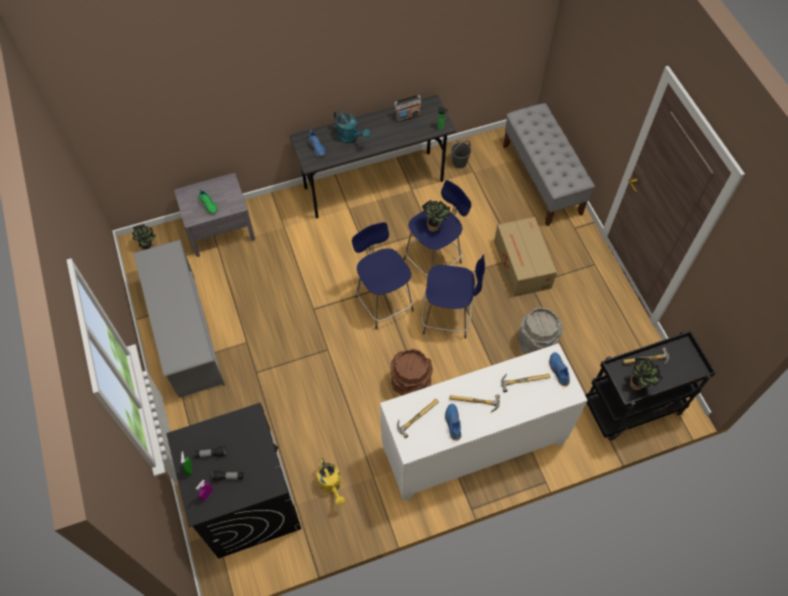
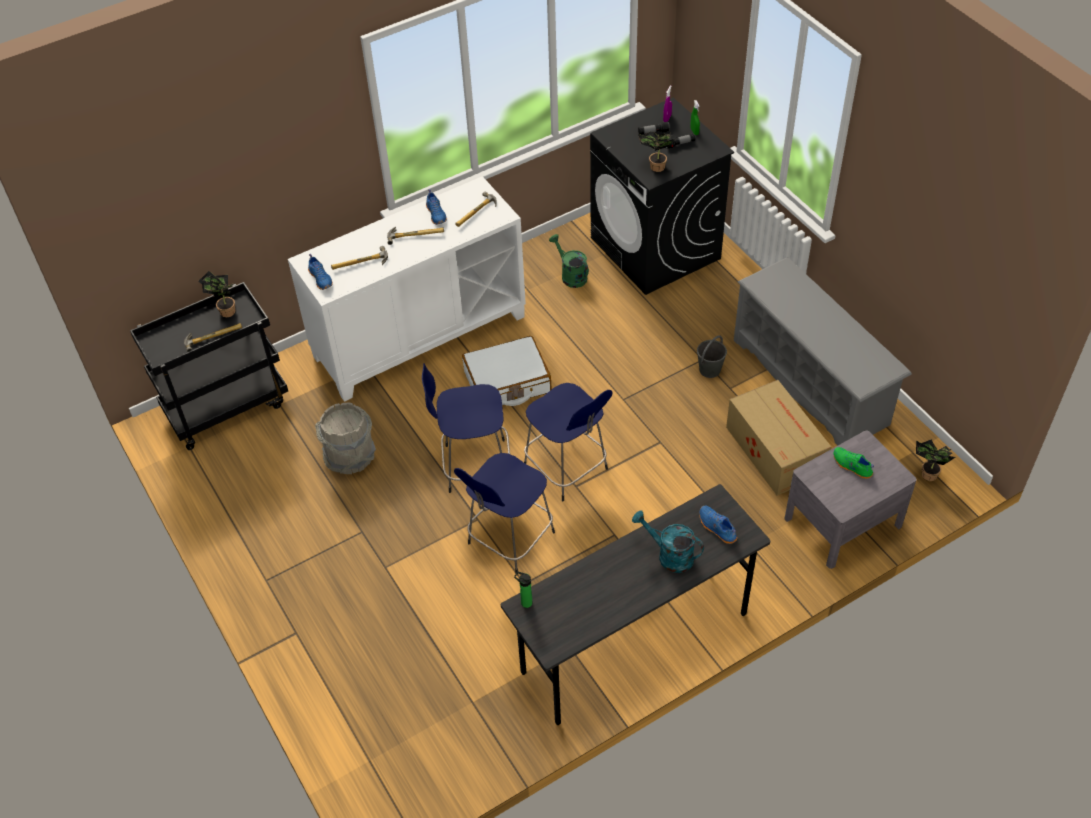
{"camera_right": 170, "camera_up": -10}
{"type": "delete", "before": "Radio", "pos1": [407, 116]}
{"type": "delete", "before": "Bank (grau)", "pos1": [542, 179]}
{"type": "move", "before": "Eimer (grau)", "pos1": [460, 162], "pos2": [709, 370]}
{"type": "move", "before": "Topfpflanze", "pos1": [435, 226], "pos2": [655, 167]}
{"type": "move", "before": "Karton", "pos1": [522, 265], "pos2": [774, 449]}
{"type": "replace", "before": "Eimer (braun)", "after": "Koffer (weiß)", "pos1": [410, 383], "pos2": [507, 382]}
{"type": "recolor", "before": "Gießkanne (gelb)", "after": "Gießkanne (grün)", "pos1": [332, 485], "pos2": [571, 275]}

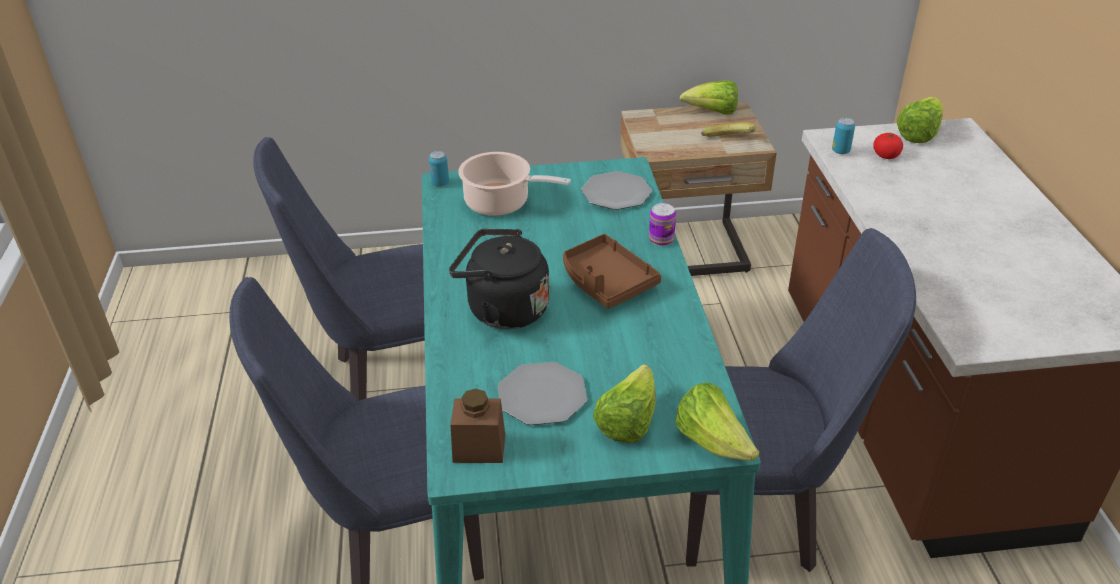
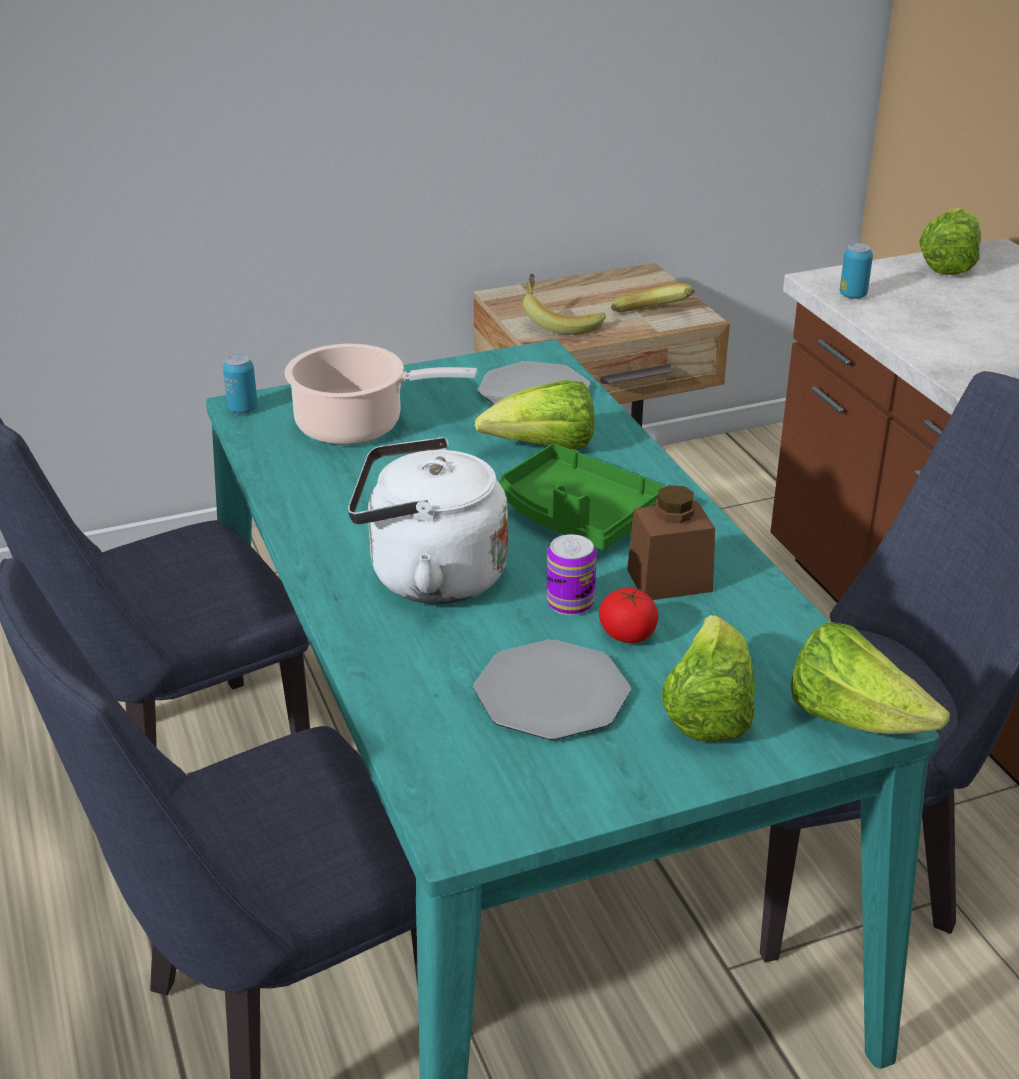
{"camera_right": -15, "camera_up": -5}
{"type": "move", "before": "Salatkopf", "pos1": [712, 112], "pos2": [544, 448]}
{"type": "move", "before": "Tomate", "pos1": [886, 155], "pos2": [628, 634]}
{"type": "move", "before": "Dose", "pos1": [661, 239], "pos2": [570, 603]}
{"type": "recolor", "before": "Wasserkessel (schwarz)", "after": "Wasserkessel (weiß)", "pos1": [503, 310], "pos2": [429, 577]}
{"type": "recolor", "before": "Tablett (braun)", "after": "Tablett (grün)", "pos1": [606, 282], "pos2": [577, 516]}
{"type": "move", "before": "Vorratsglas (braun)", "pos1": [479, 448], "pos2": [669, 580]}
{"type": "insert", "after": "Banane", "pos2": [560, 322]}

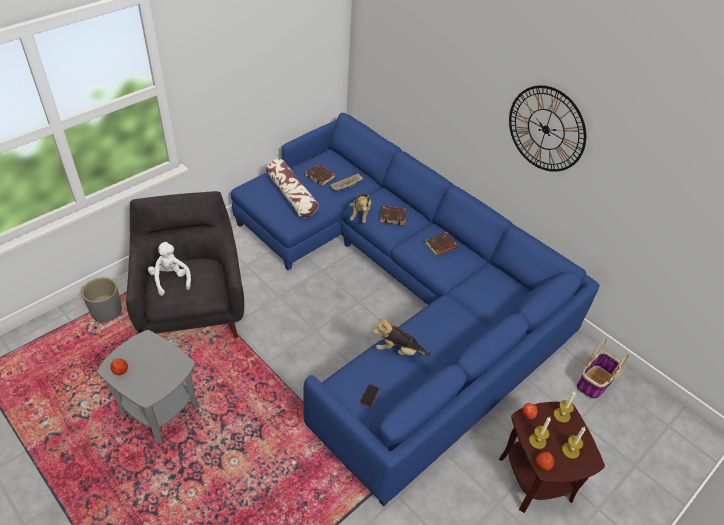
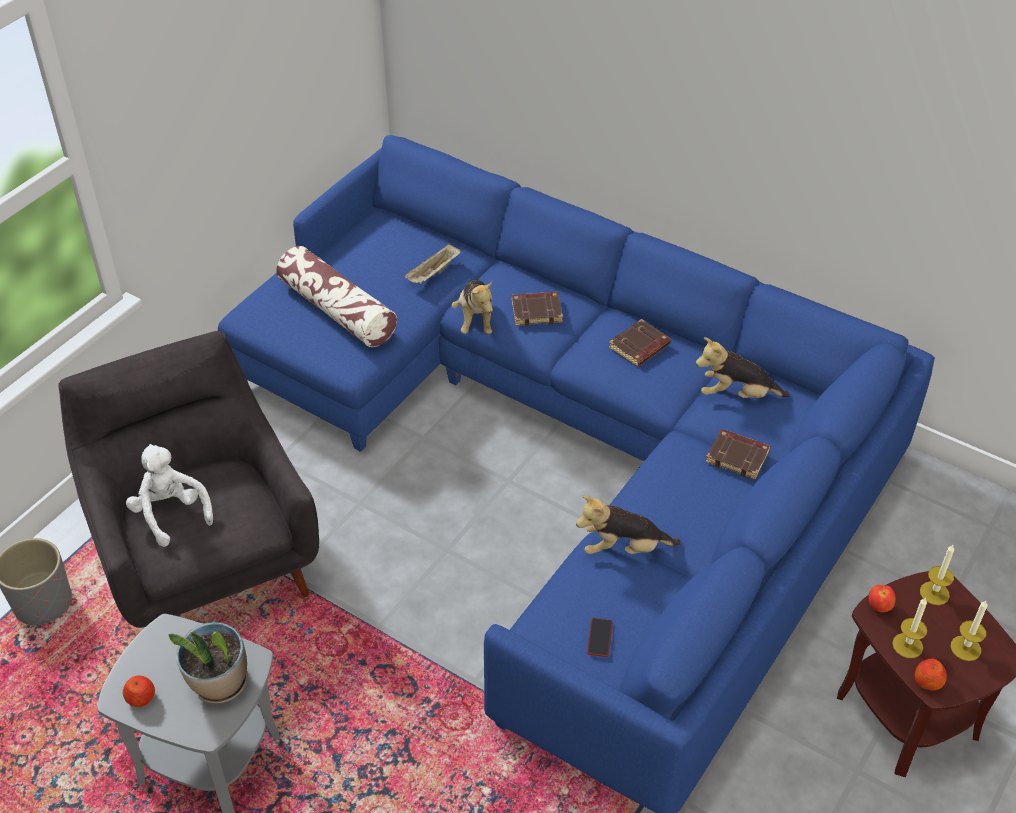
{"camera_right": -10, "camera_up": 0}
{"type": "delete", "before": "Wanduhr", "pos1": [546, 129]}
{"type": "move", "before": "Buch (braun)", "pos1": [320, 176], "pos2": [738, 457]}
{"type": "delete", "before": "Korb", "pos1": [594, 383]}
{"type": "insert", "after": "Plüschtier", "pos2": [736, 395]}
{"type": "insert", "after": "Topfpflanze", "pos2": [219, 684]}

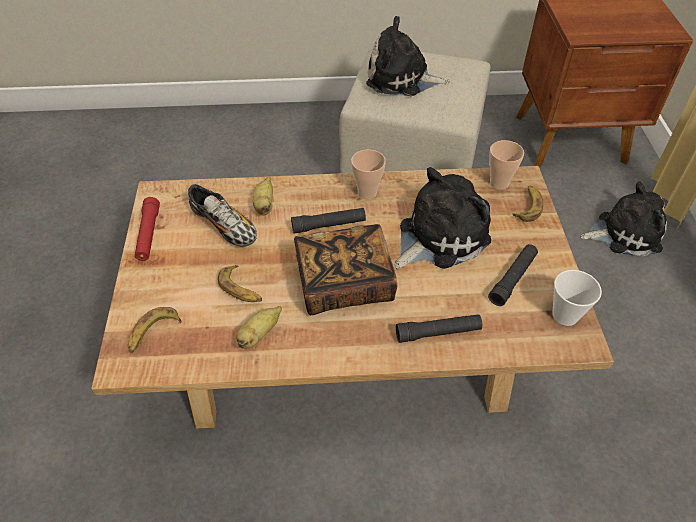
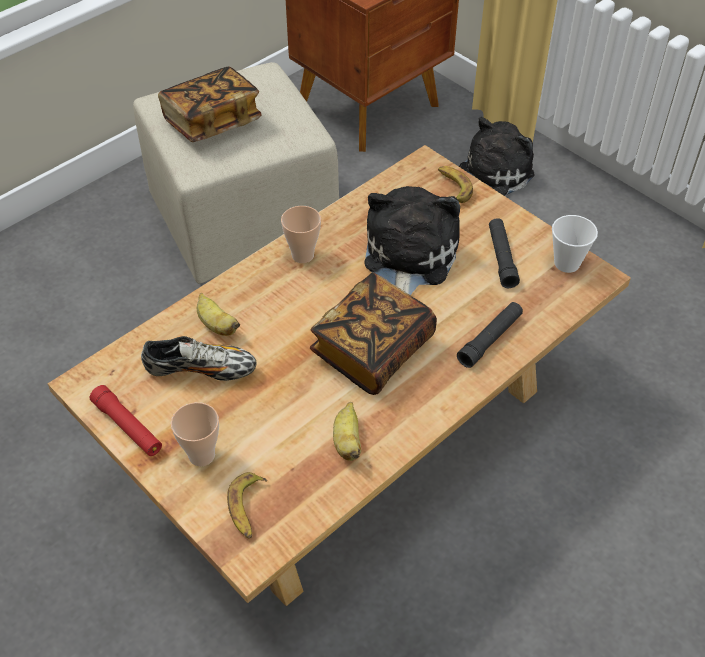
{"camera_right": -40, "camera_up": 0}
{"type": "replace", "before": "Plüschtier", "after": "Buch", "pos1": [401, 79], "pos2": [212, 121]}
{"type": "move", "before": "Tasse", "pos1": [499, 183], "pos2": [201, 455]}
{"type": "delete", "before": "Taschenlampe (schwarz)", "pos1": [329, 225]}
{"type": "delete", "before": "Banane", "pos1": [241, 289]}

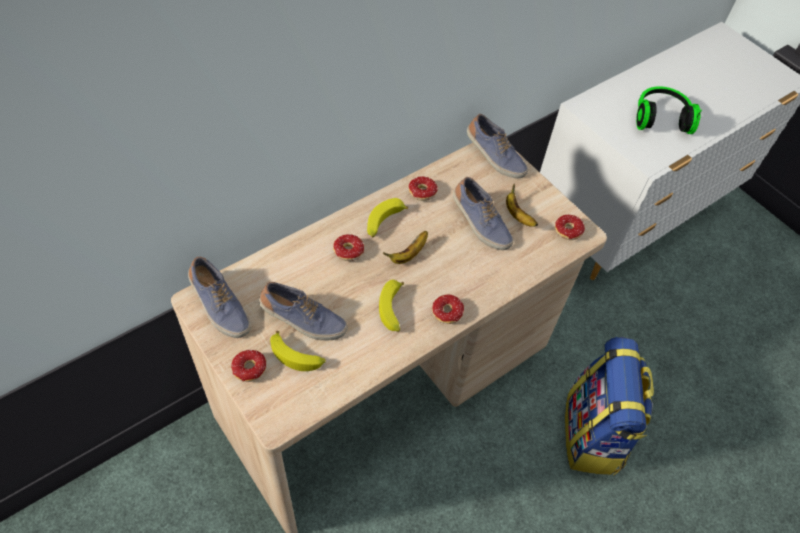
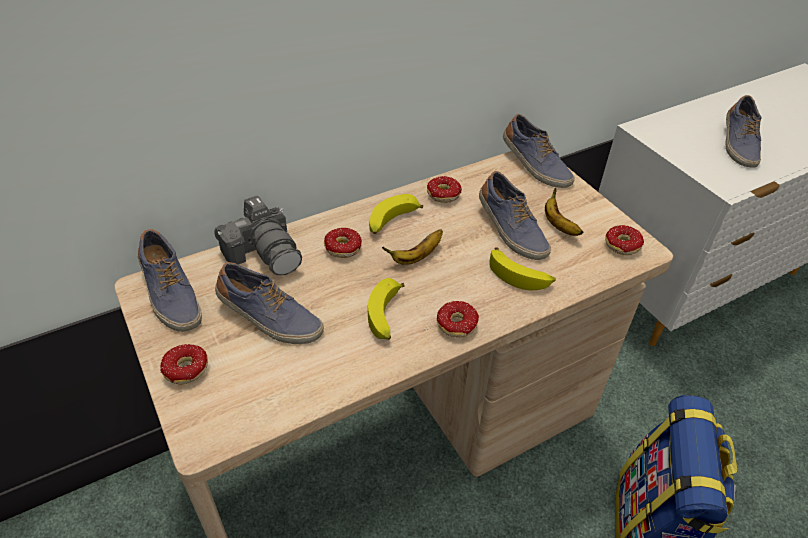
{"camera_right": 10, "camera_up": -10}
{"type": "replace", "before": "Kopfhörer", "after": "Schuh", "pos1": [660, 118], "pos2": [738, 144]}
{"type": "move", "before": "Banane", "pos1": [297, 356], "pos2": [519, 276]}
{"type": "insert", "after": "Kamera", "pos2": [265, 252]}

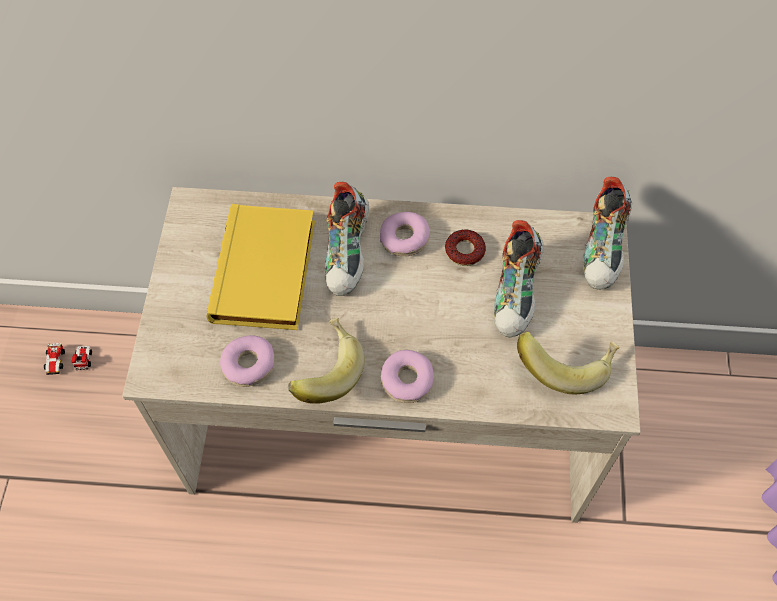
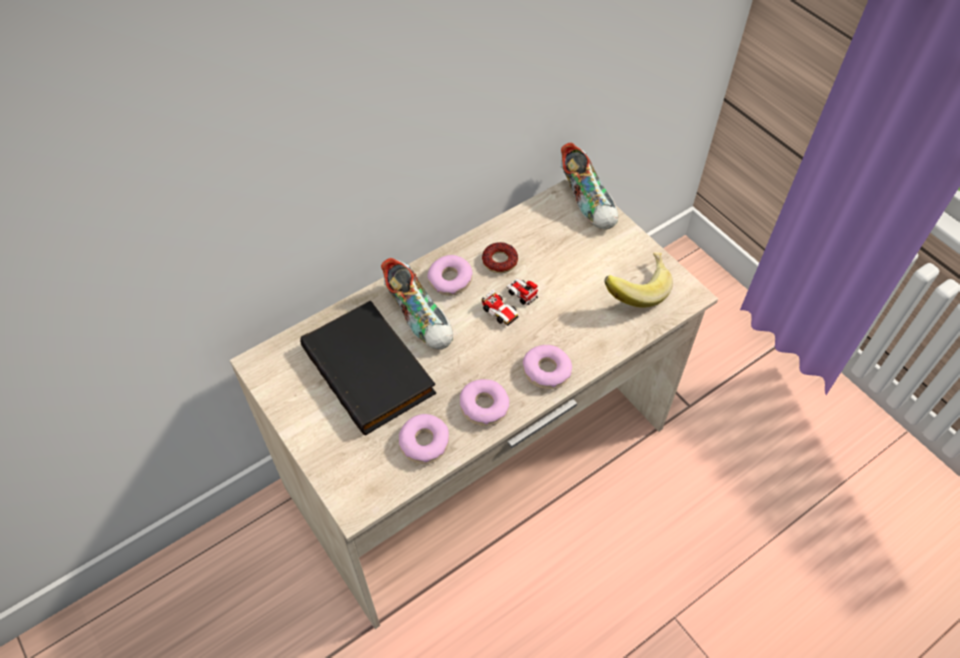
{"camera_right": -40, "camera_up": -5}
{"type": "recolor", "before": "Buch (gelb)", "after": "Buch (schwarz)", "pos1": [267, 272], "pos2": [371, 370]}
{"type": "delete", "before": "Schuh", "pos1": [517, 293]}
{"type": "replace", "before": "Banane", "after": "Donut", "pos1": [325, 371], "pos2": [484, 406]}
{"type": "move", "before": "Spielzeugauto", "pos1": [69, 361], "pos2": [511, 305]}

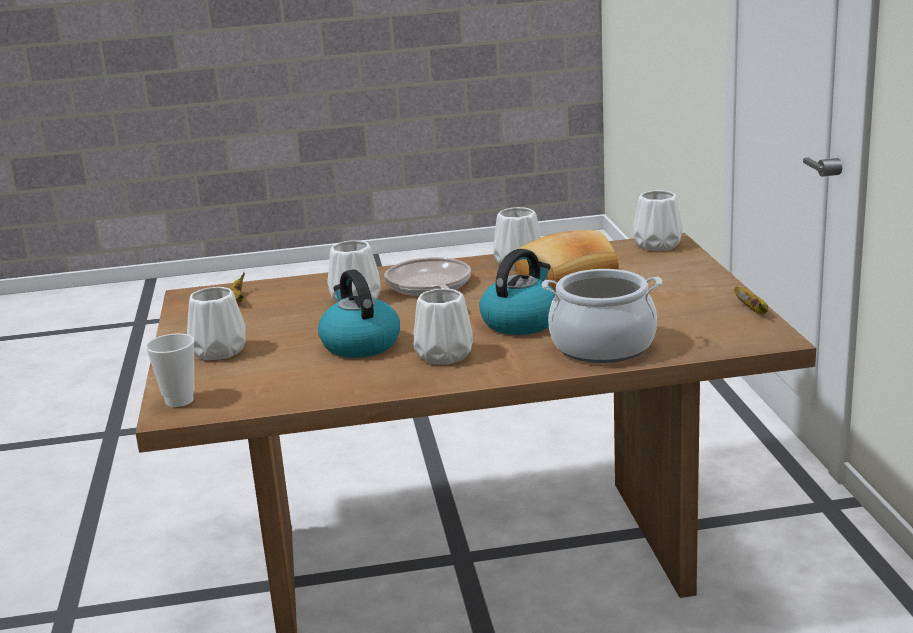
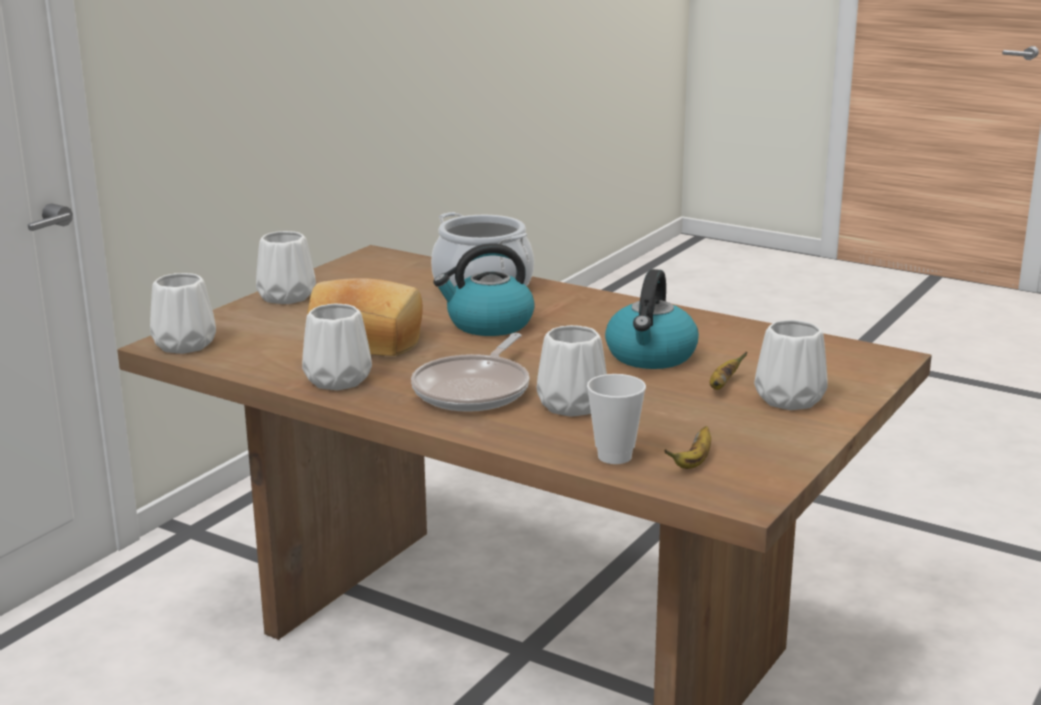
{"camera_right": -140, "camera_up": 0}
{"type": "move", "before": "Banane", "pos1": [753, 310], "pos2": [722, 385]}
{"type": "move", "before": "Vase (weiß)", "pos1": [443, 355], "pos2": [286, 297]}
{"type": "move", "before": "Tasse", "pos1": [179, 400], "pos2": [614, 456]}

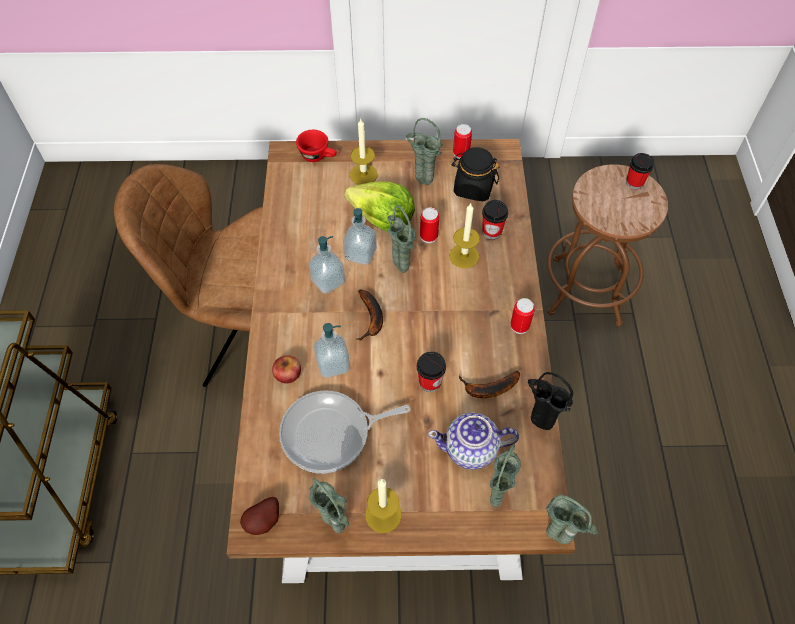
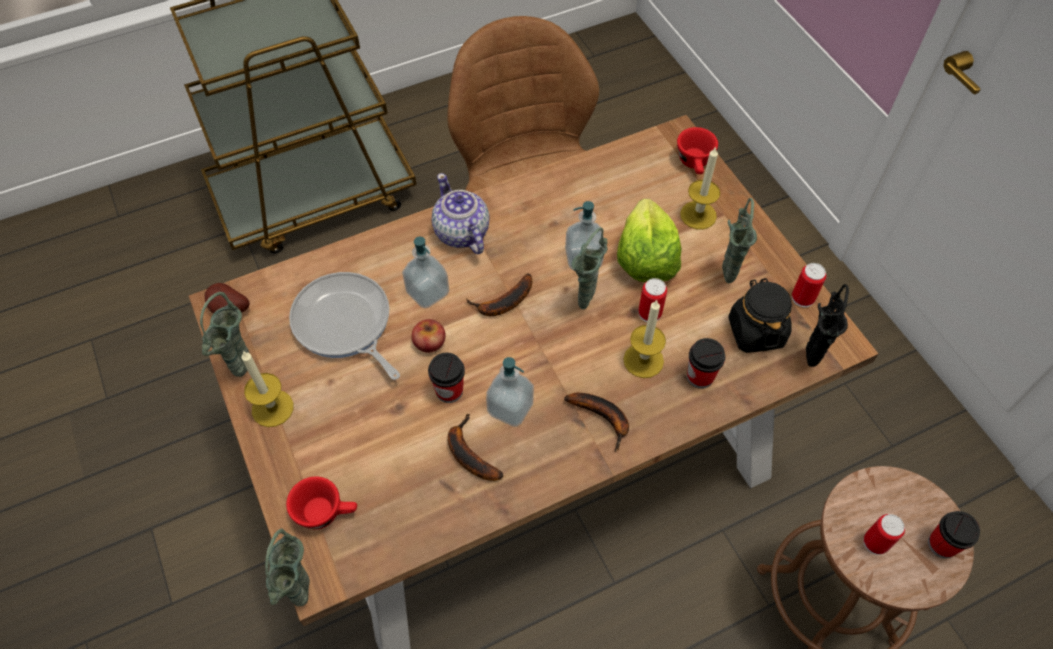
{"camera_right": 65, "camera_up": 0}
{"type": "move", "before": "Seifenspender", "pos1": [328, 281], "pos2": [510, 408]}
{"type": "move", "before": "Dose", "pos1": [519, 326], "pos2": [875, 542]}
{"type": "move", "before": "Apfel", "pos1": [287, 374], "pos2": [429, 342]}
{"type": "move", "before": "Vase (schwarz)", "pos1": [537, 424], "pos2": [809, 357]}
{"type": "move", "before": "Teekanne", "pos1": [471, 449], "pos2": [461, 233]}
{"type": "replace", "before": "Vase (grün)", "after": "Tasse (rot)", "pos1": [495, 501], "pos2": [327, 512]}
{"type": "insert", "after": "Banane", "pos2": [603, 418]}

